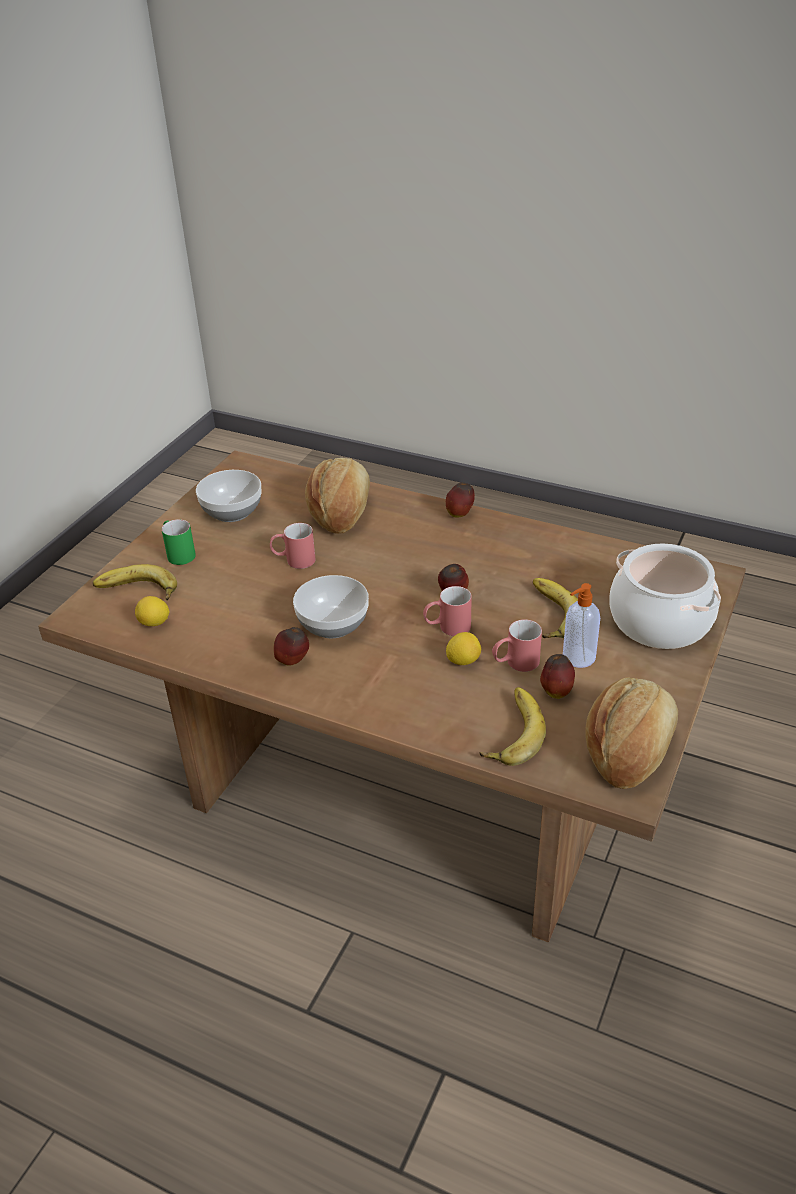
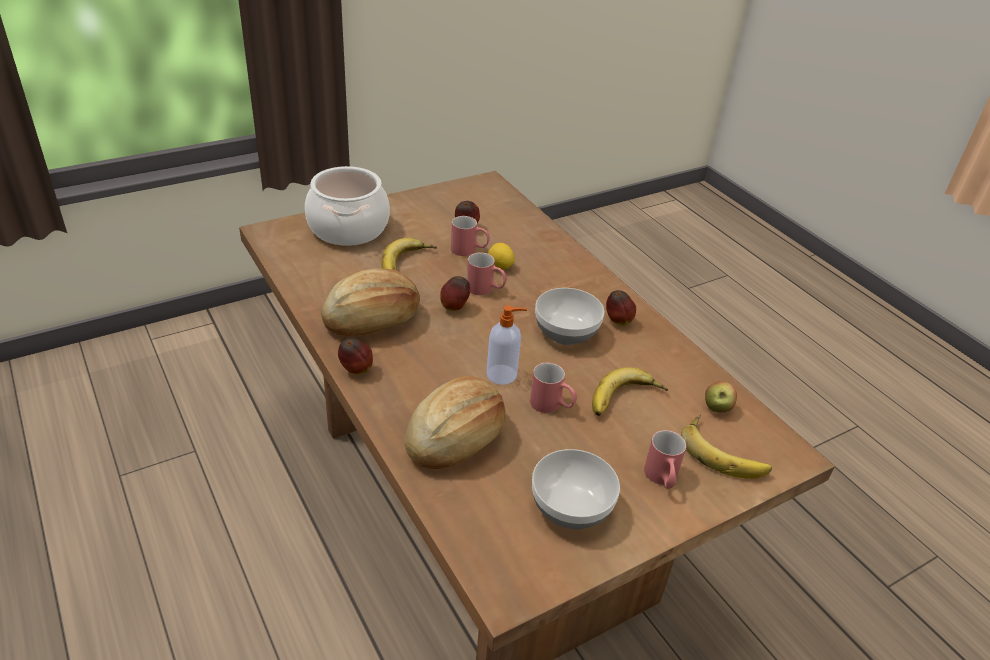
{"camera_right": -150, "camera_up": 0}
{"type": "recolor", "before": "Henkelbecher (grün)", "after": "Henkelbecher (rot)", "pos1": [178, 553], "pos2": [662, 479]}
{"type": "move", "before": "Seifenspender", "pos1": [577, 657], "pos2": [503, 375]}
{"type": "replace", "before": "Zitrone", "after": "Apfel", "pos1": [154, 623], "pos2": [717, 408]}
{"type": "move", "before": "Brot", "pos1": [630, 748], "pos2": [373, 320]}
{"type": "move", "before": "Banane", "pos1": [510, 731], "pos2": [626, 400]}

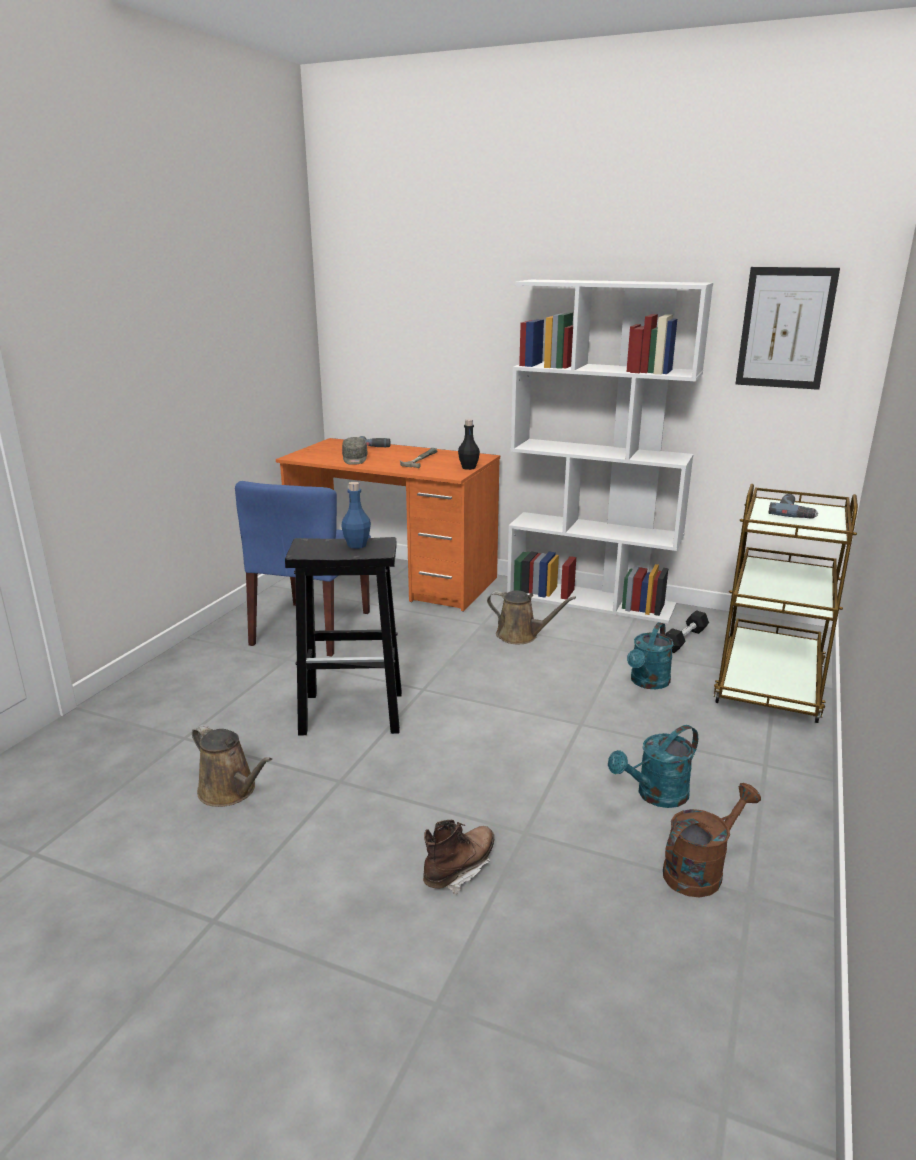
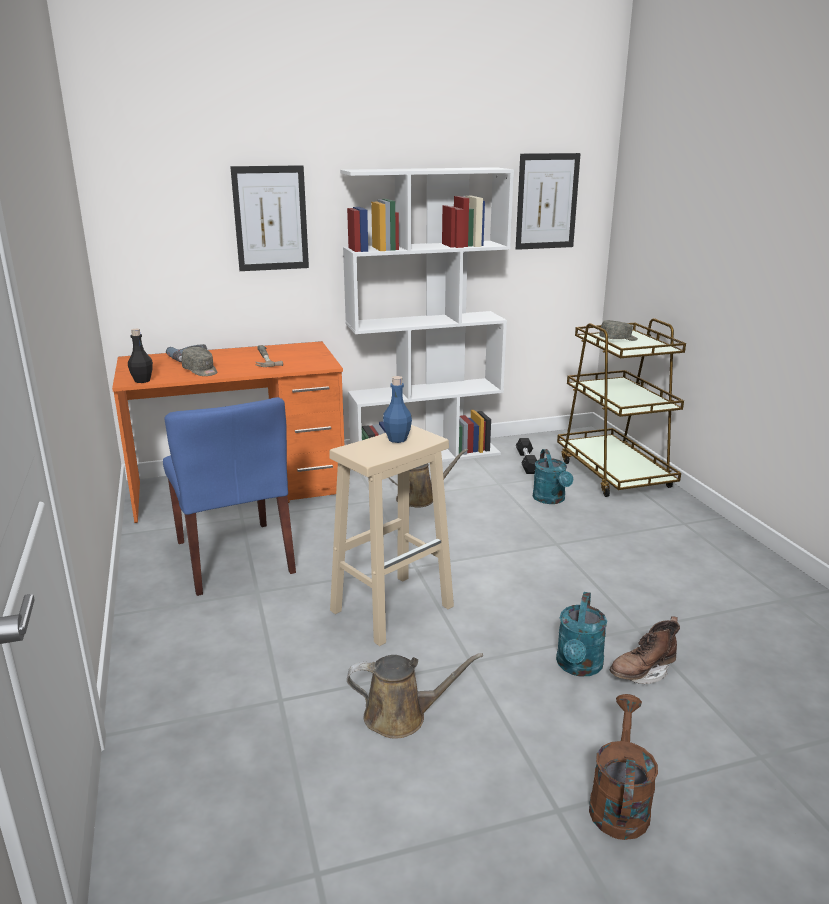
{"camera_right": -40, "camera_up": 0}
{"type": "move", "before": "Flasche (schwarz)", "pos1": [468, 467], "pos2": [142, 381]}
{"type": "replace", "before": "Bohrmaschine", "after": "Kappe (grau)", "pos1": [794, 512], "pos2": [618, 339]}
{"type": "recolor", "before": "Hocker (schwarz)", "after": "Hocker (beige)", "pos1": [354, 712], "pos2": [393, 607]}
{"type": "move", "before": "Gießkanne (türkis)", "pos1": [655, 796], "pos2": [578, 667]}
{"type": "move", "before": "Gießkanne (braun)", "pos1": [700, 870], "pos2": [619, 802]}
{"type": "rotate", "before": "Stiefel (braun)", "pos1": [459, 869], "pos2": [642, 673], "turn": -120}
{"type": "insert", "after": "Bild", "pos2": [270, 218]}

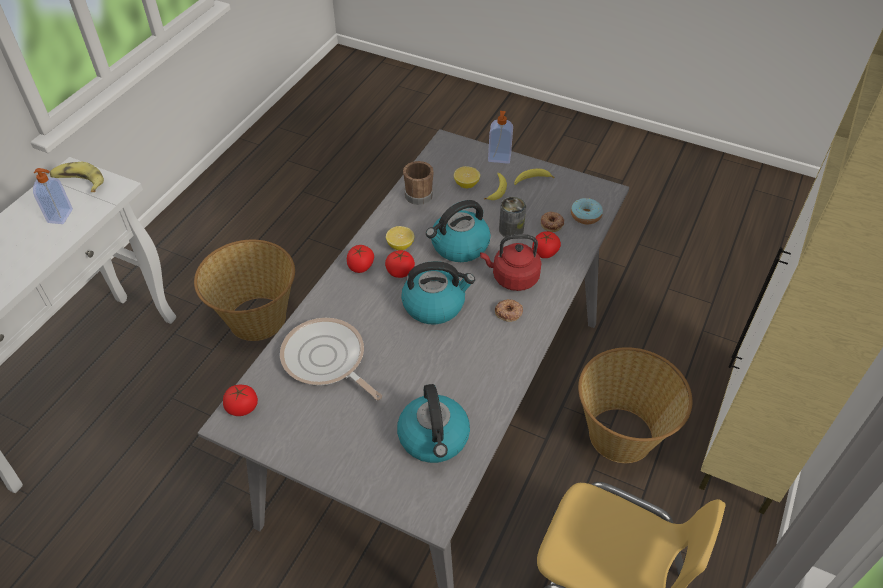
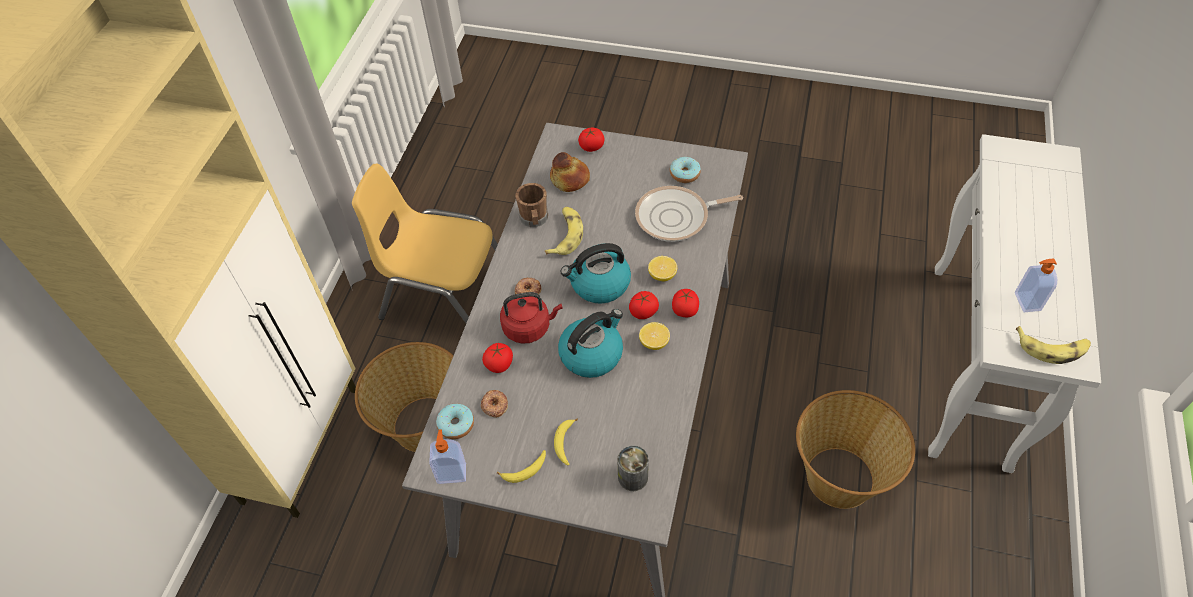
{"camera_right": 170, "camera_up": 5}
{"type": "move", "before": "Seifenspender", "pos1": [499, 158], "pos2": [452, 473]}
{"type": "move", "before": "Henkelbecher (braun)", "pos1": [419, 193], "pos2": [534, 219]}
{"type": "move", "before": "Zitrone", "pos1": [466, 184], "pos2": [662, 275]}
{"type": "move", "before": "Dose", "pos1": [511, 229], "pos2": [633, 477]}
{"type": "rotate", "before": "Pfanne", "pos1": [326, 360], "pos2": [676, 218], "turn": 135}
{"type": "replace", "before": "Wasserkessel", "after": "Brot", "pos1": [434, 438], "pos2": [569, 179]}
{"type": "move", "before": "Tomate", "pos1": [242, 407], "pos2": [591, 147]}
{"type": "insert", "after": "Donut", "pos2": [684, 174]}
{"type": "insert", "after": "Banane", "pos2": [565, 235]}

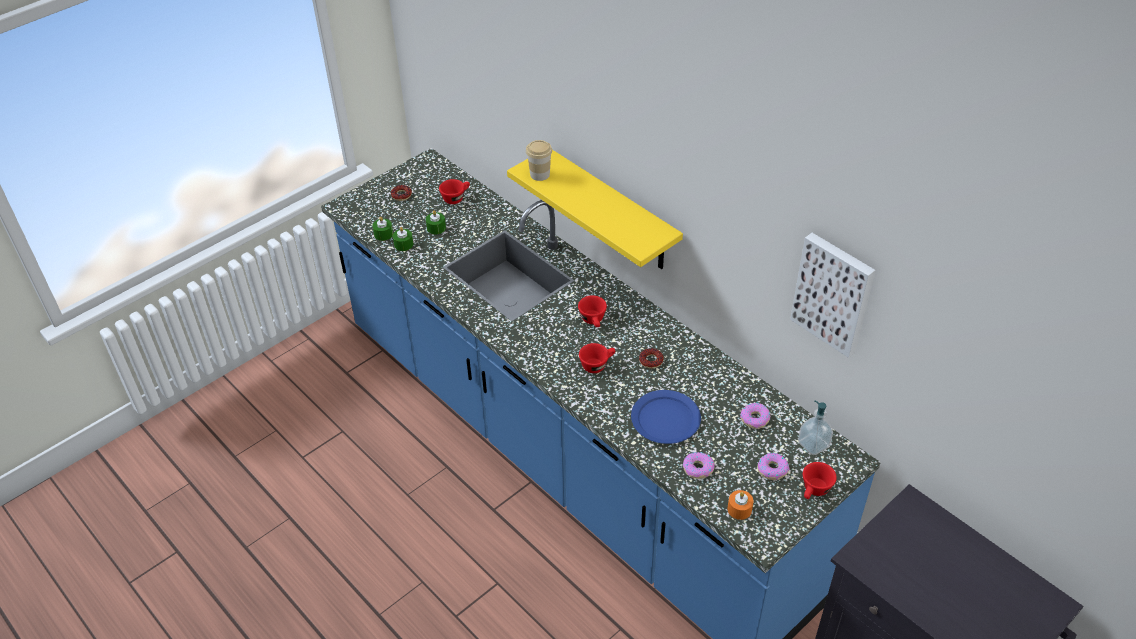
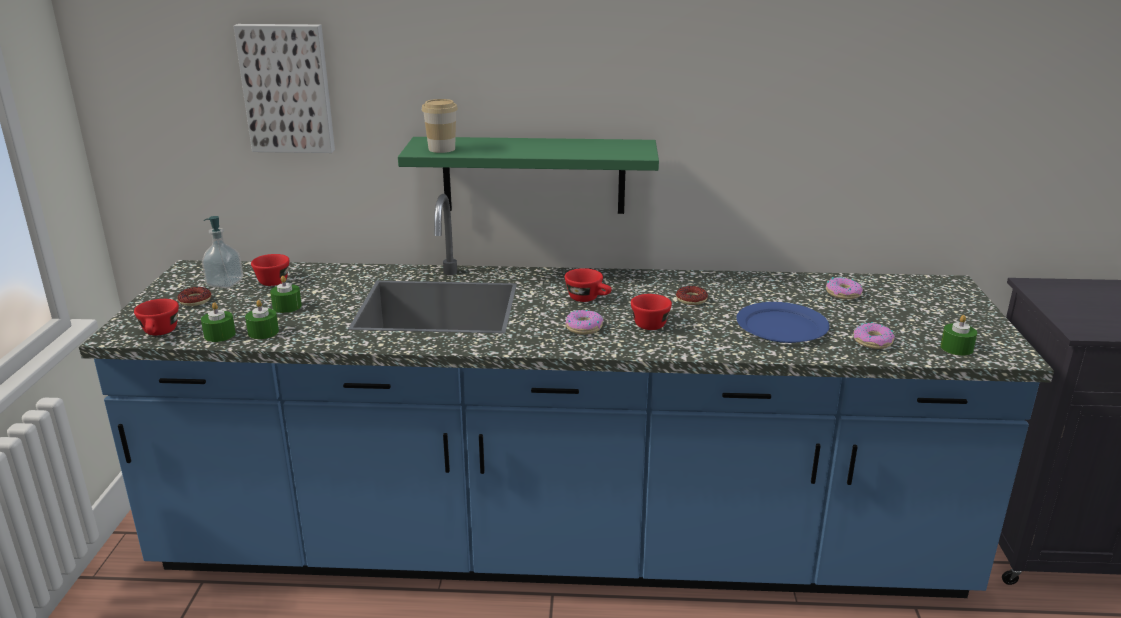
{"camera_right": -45, "camera_up": -20}
{"type": "recolor", "before": "Wandregal (gelb)", "after": "Wandregal (grün)", "pos1": [612, 211], "pos2": [534, 175]}
{"type": "move", "before": "Bild", "pos1": [834, 293], "pos2": [288, 88]}
{"type": "move", "before": "Seifenspender", "pos1": [813, 444], "pos2": [225, 283]}
{"type": "move", "before": "Donut", "pos1": [772, 469], "pos2": [583, 327]}
{"type": "move", "before": "Tasse (rot)", "pos1": [814, 491], "pos2": [160, 333]}
{"type": "recolor", "before": "Kerze (orange)", "after": "Kerze (grün)", "pos1": [739, 509], "pos2": [956, 348]}

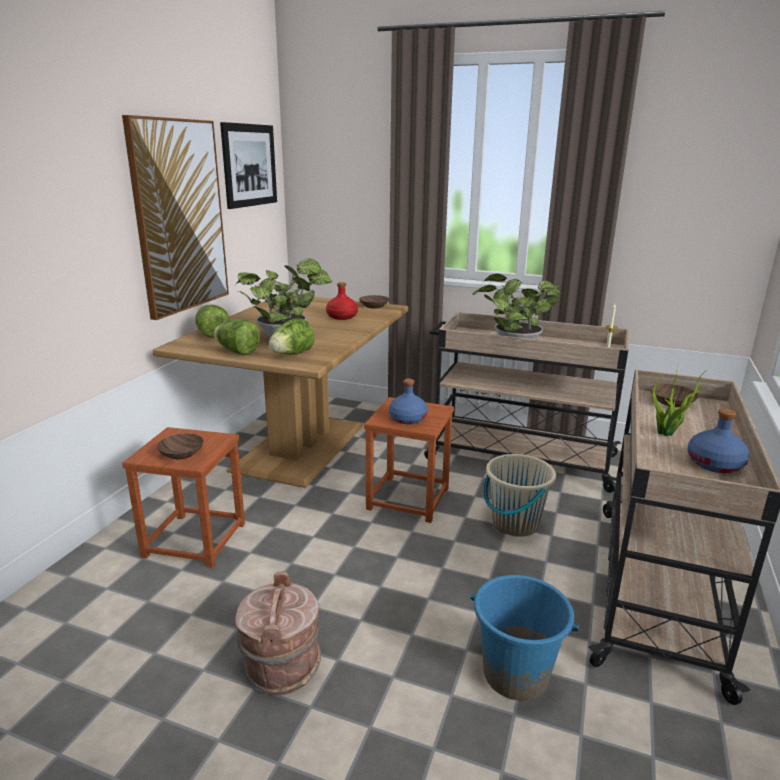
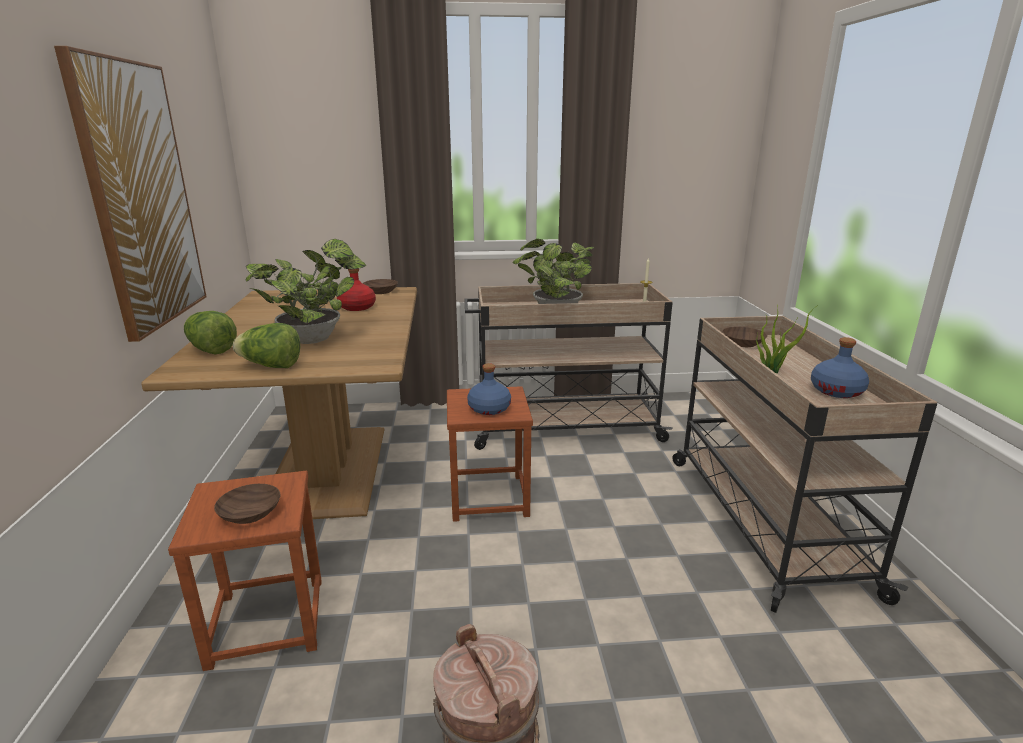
{"camera_right": -25, "camera_up": 0}
{"type": "delete", "before": "Bild", "pos1": [249, 165]}
{"type": "delete", "before": "Salatkopf", "pos1": [292, 354]}
{"type": "delete", "before": "Eimer (beige)", "pos1": [514, 524]}
{"type": "delete", "before": "Eimer (blau)", "pos1": [515, 674]}

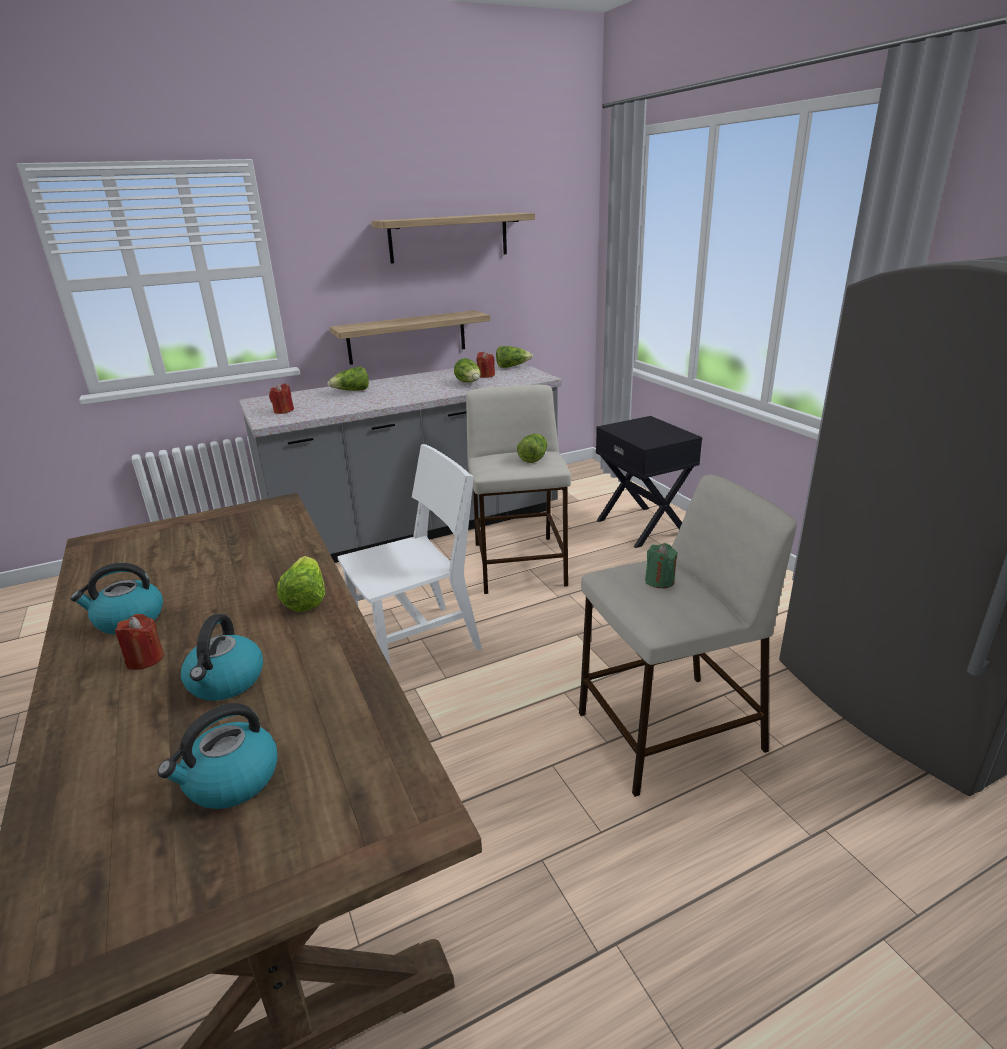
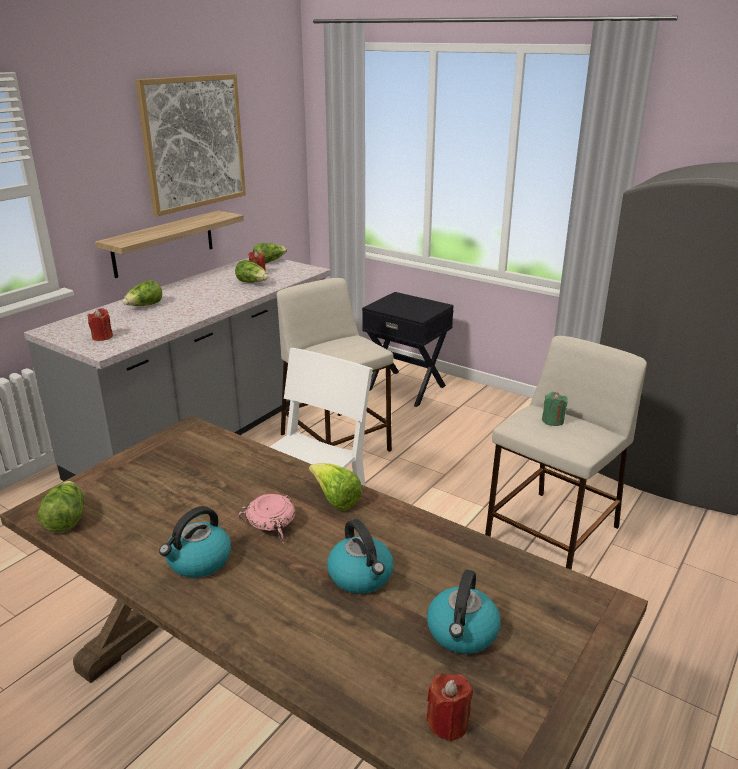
{"camera_right": -30, "camera_up": 0}
{"type": "replace", "before": "Wandregal", "after": "Bild", "pos1": [449, 237], "pos2": [193, 142]}
{"type": "move", "before": "Salatkopf", "pos1": [533, 458], "pos2": [65, 519]}
{"type": "move", "before": "Kerze (rot)", "pos1": [145, 659], "pos2": [448, 723]}
{"type": "insert", "after": "Schüssel (rosa)", "pos2": [270, 525]}

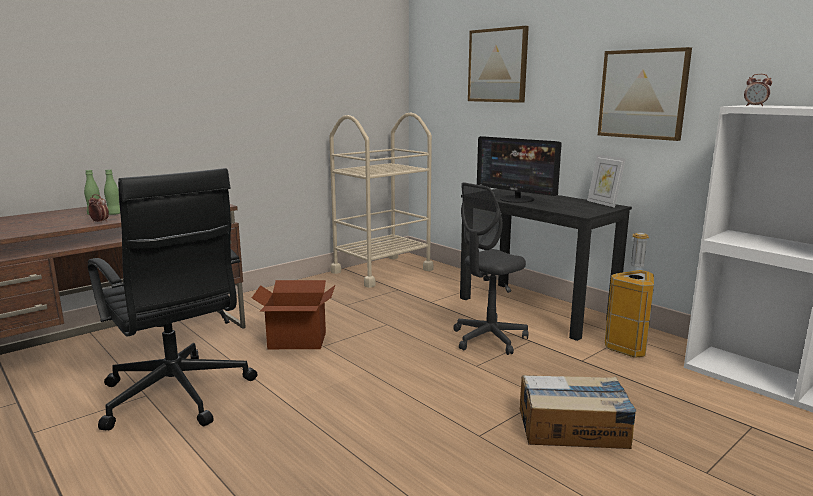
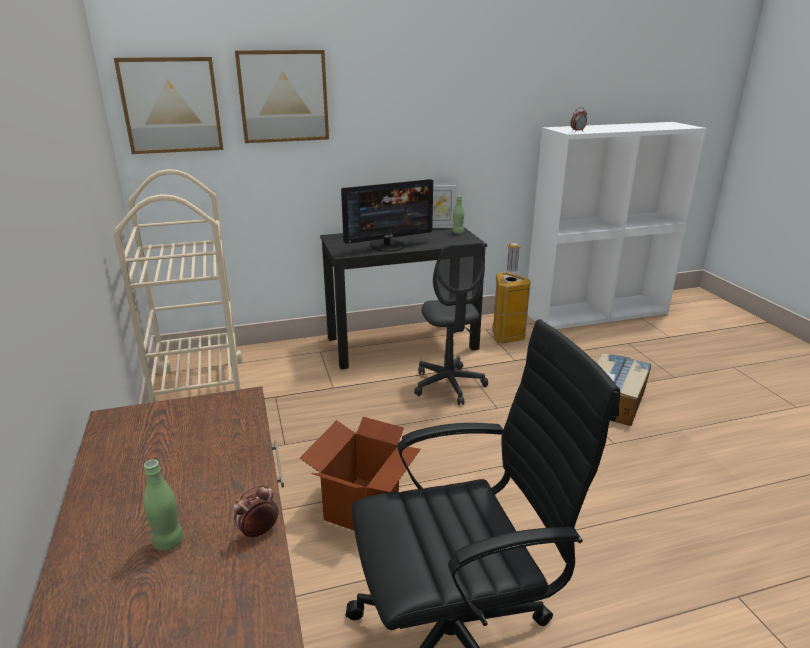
{"camera_right": -65, "camera_up": 10}
{"type": "move", "before": "Bild", "pos1": [643, 94], "pos2": [171, 105]}
{"type": "move", "before": "Flasche (grün)", "pos1": [114, 214], "pos2": [458, 232]}

